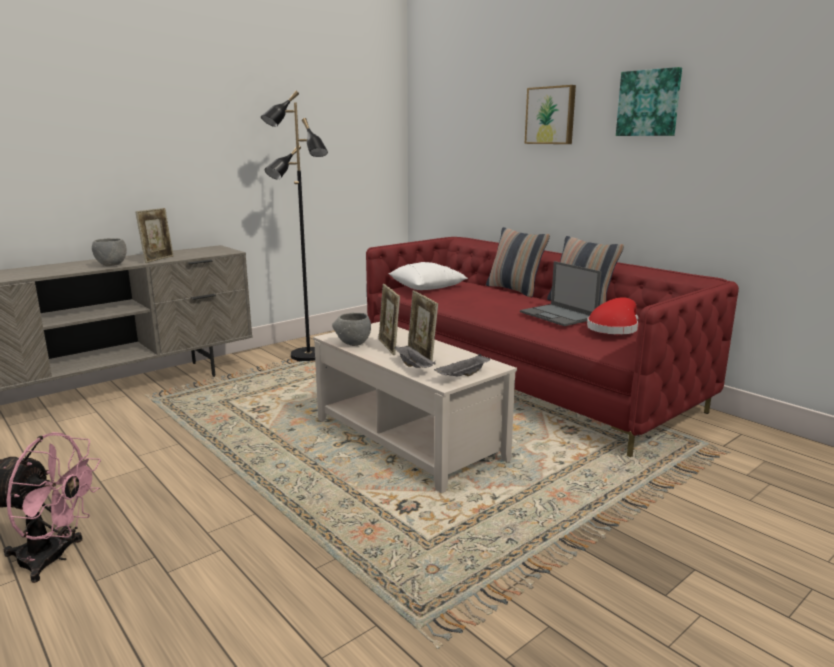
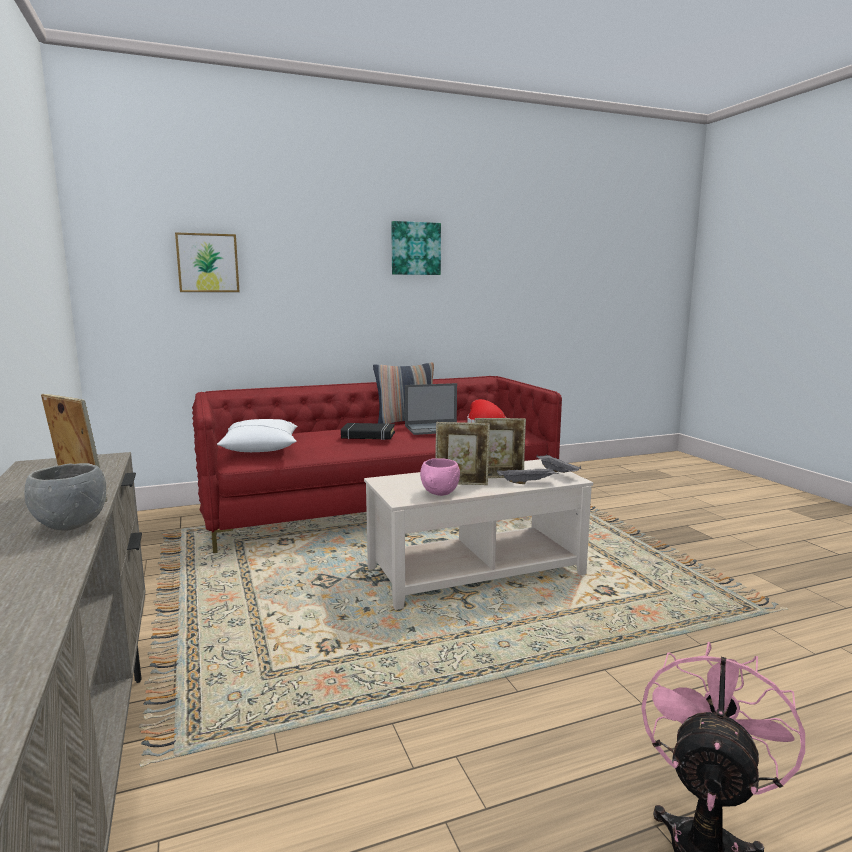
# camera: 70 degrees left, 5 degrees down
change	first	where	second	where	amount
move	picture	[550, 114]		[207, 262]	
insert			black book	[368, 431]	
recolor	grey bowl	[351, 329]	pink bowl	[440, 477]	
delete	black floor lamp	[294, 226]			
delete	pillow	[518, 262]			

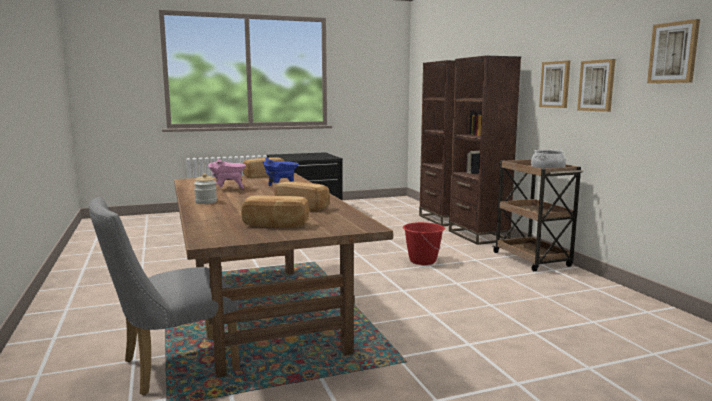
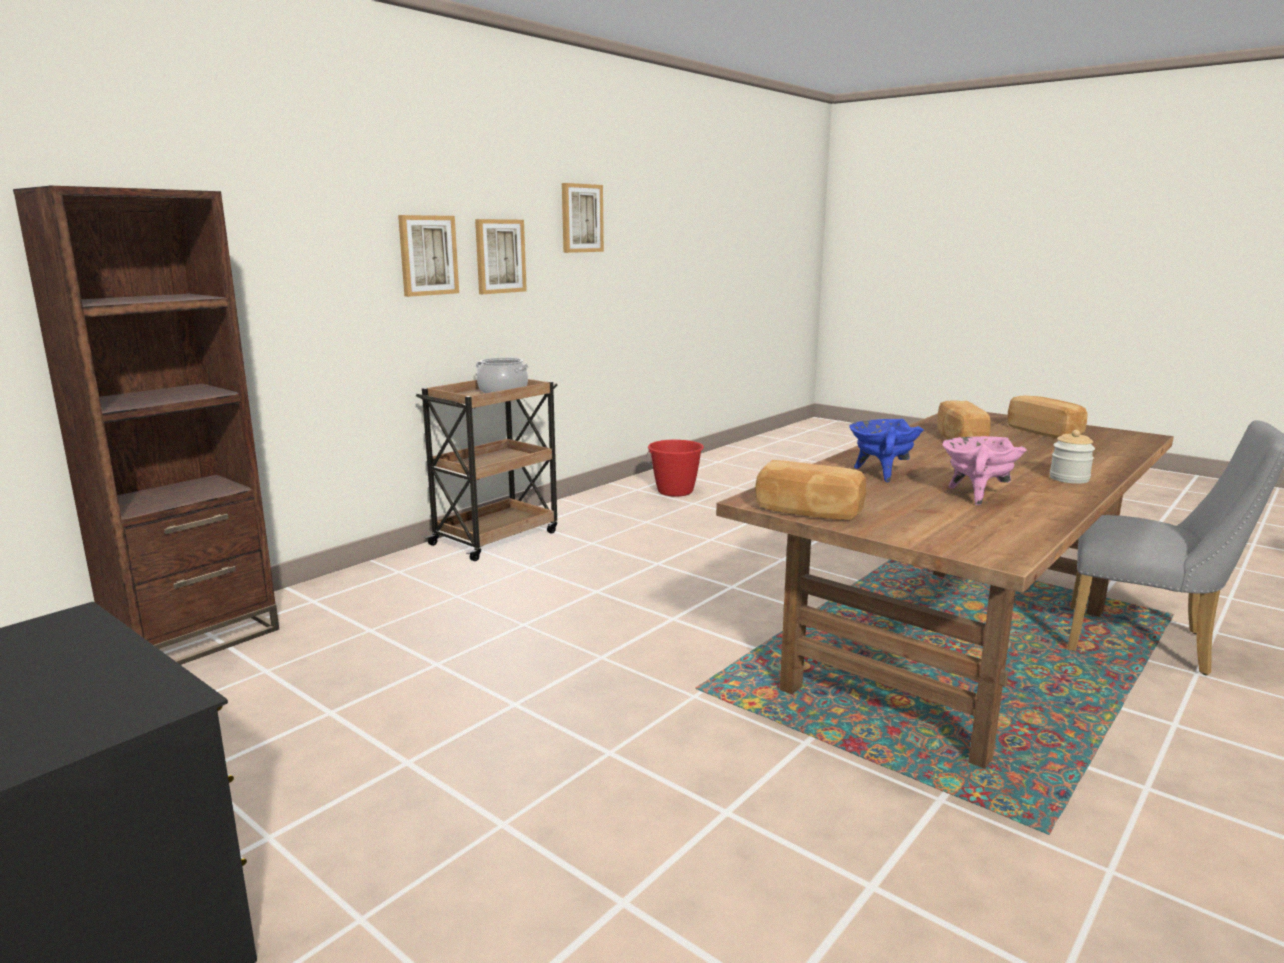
# camera: 120 degrees left, 5 degrees up
change	first	where	second	where	amount
move	red bucket	[424, 243]		[675, 468]	
delete	brown bookcase	[485, 150]			

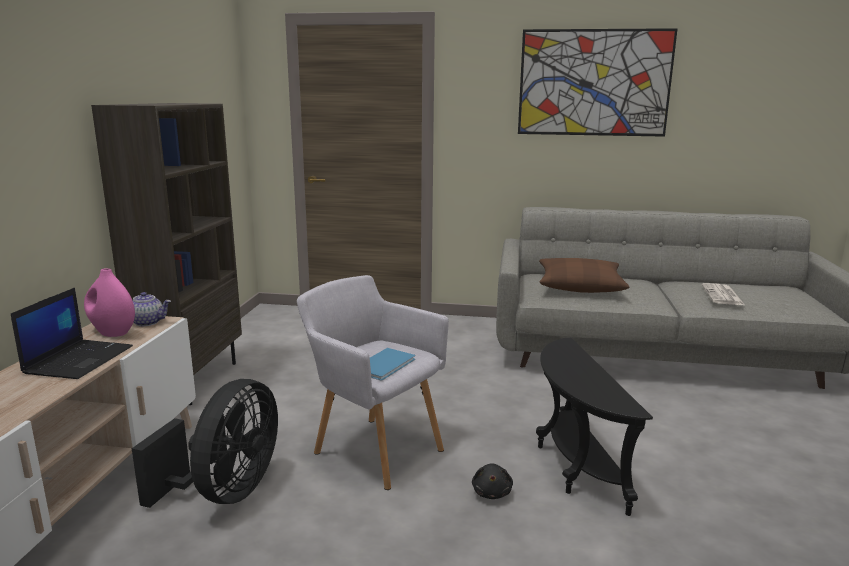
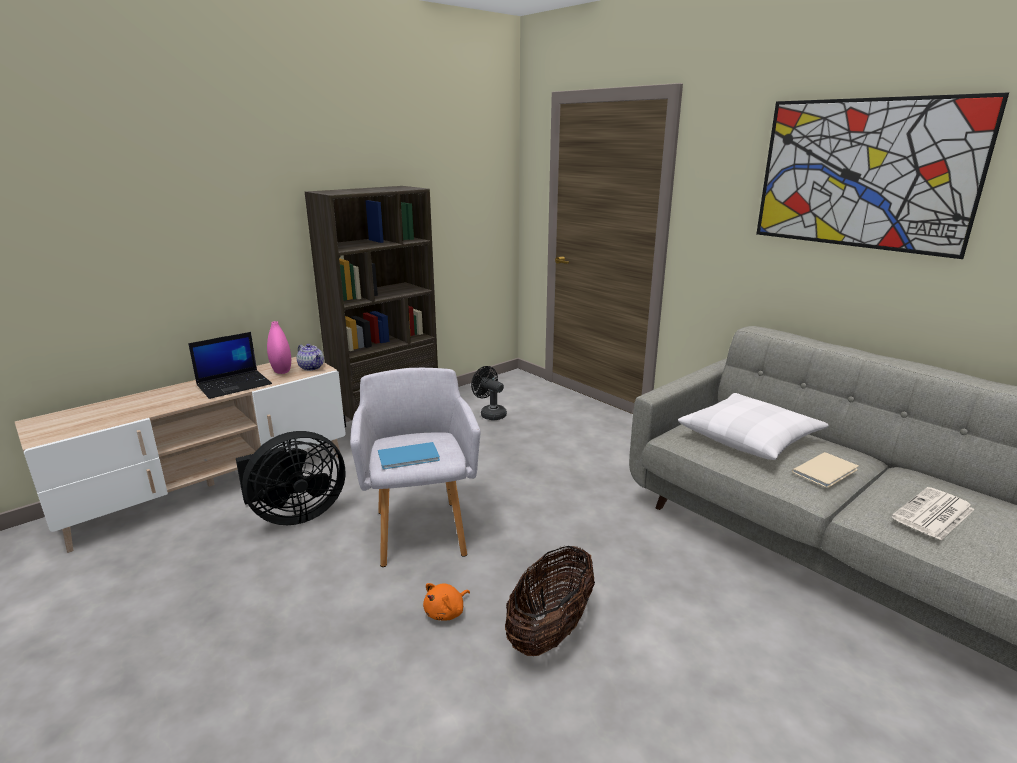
# camera: 40 degrees right, 5 degrees up
change	first	where	second	where	amount
recolor	black plush toy	[492, 481]	orange plush toy	[446, 601]	
insert			black fan	[489, 393]	
replace	black side table	[594, 427]	basket	[550, 601]	
recolor	brown pillow	[584, 275]	white pillow	[753, 426]	
insert			beige book	[825, 470]	

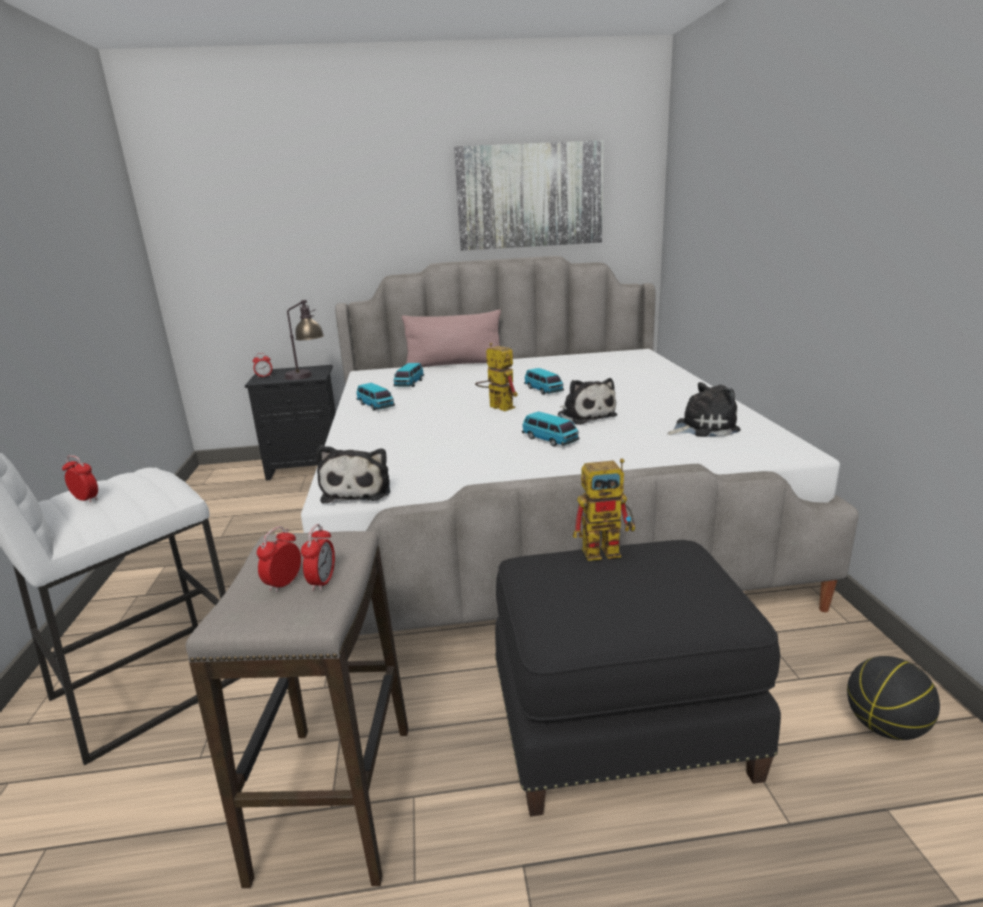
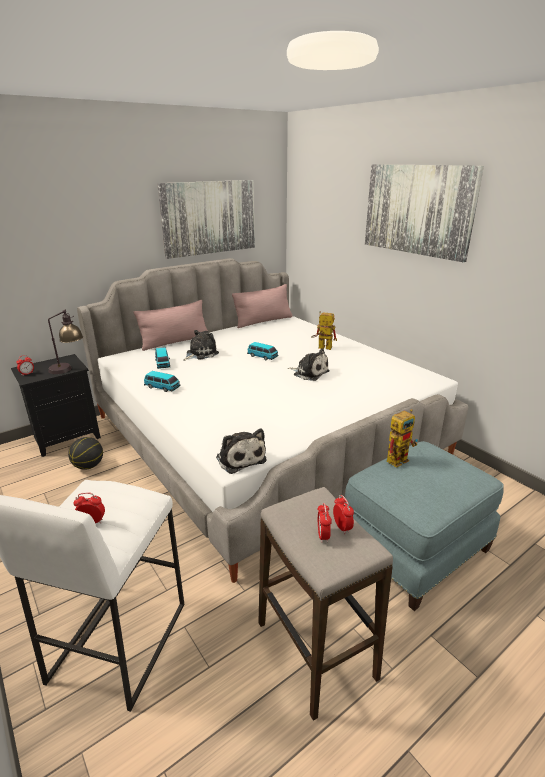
# camera: 30 degrees left, 5 degrees up
change	first	where	second	where	amount
move	basketball	[893, 698]		[85, 453]	
move	plush toy	[703, 409]		[201, 345]	
insert			pink pillow	[262, 306]	
move	toy robot	[496, 377]		[324, 330]	
recolor	black ottoman	[638, 678]	blue ottoman	[424, 526]	
insert			picture	[424, 213]	
delete	toy car	[551, 428]			

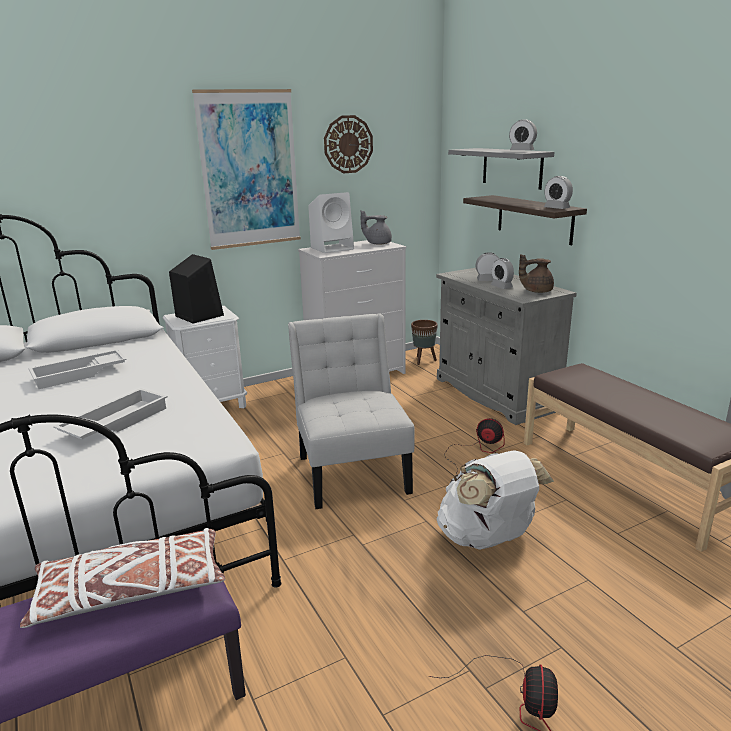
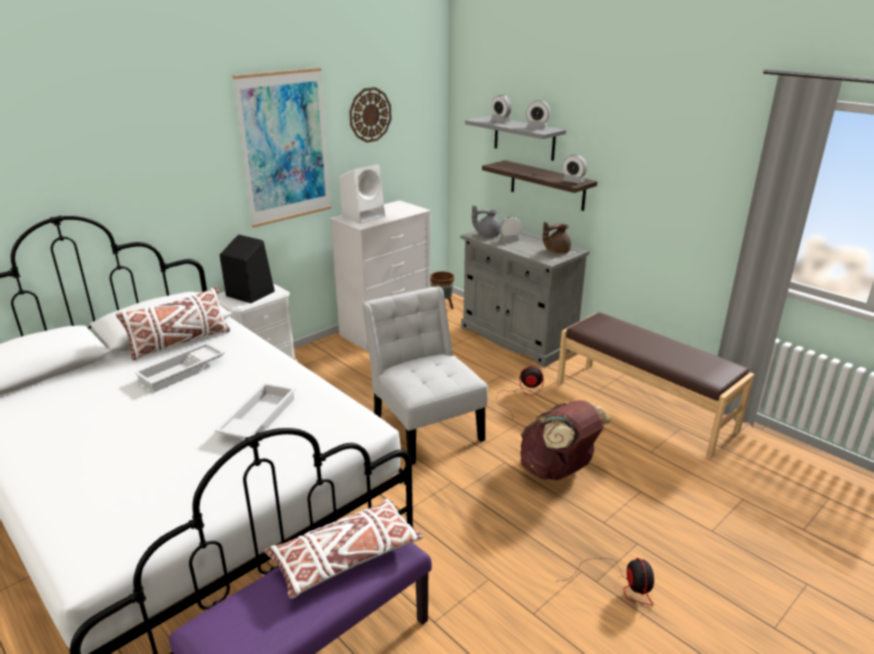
# camera: 15 degrees left, 5 degrees up
change	first	where	second	where	amount
insert			white pillow	[173, 323]	
move	grey teapot	[376, 227]		[486, 221]	
move	alarm clock	[502, 273]		[501, 108]	
recolor	white backpack	[495, 500]	brown backpack	[566, 440]	

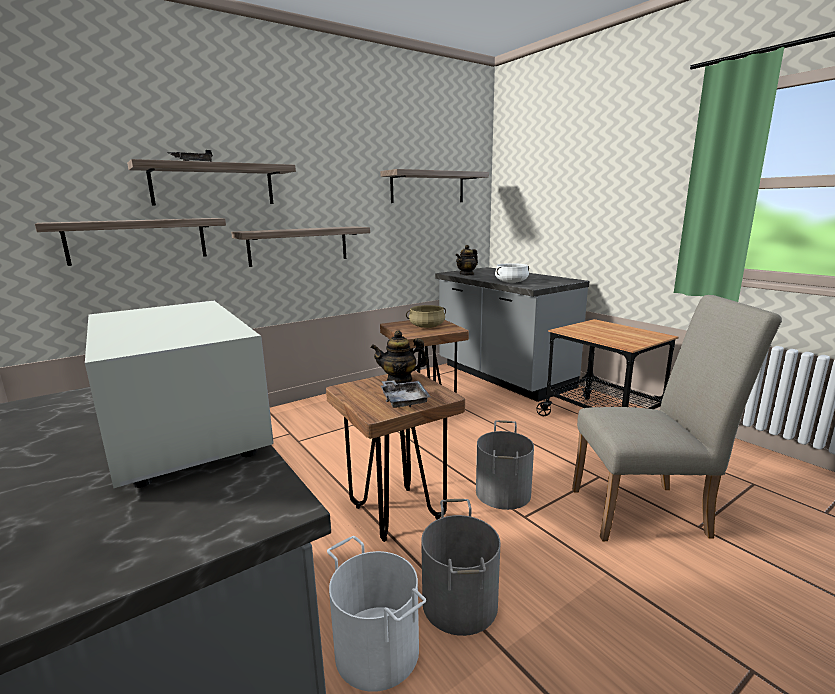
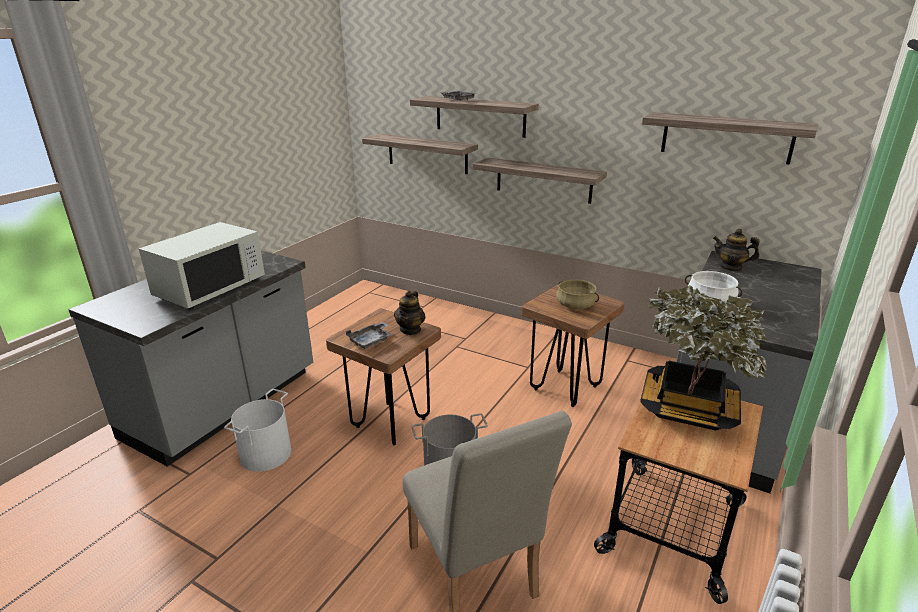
# camera: 65 degrees right, 10 degrees up
change	first	where	second	where	amount
rotate	teapot	[399, 357]		[409, 313]	135 degrees counterclockwise
insert			potted plant	[703, 358]	
delete	grey bucket	[461, 567]			

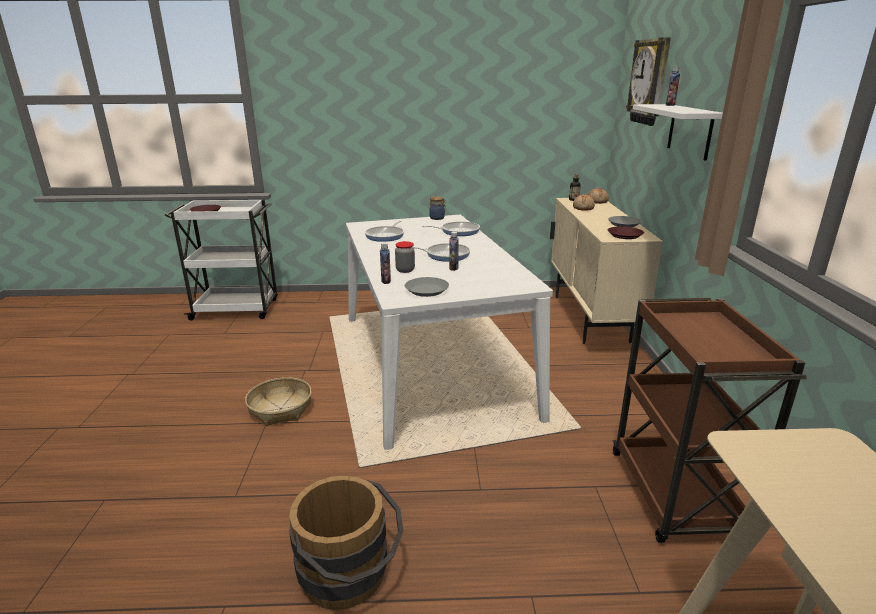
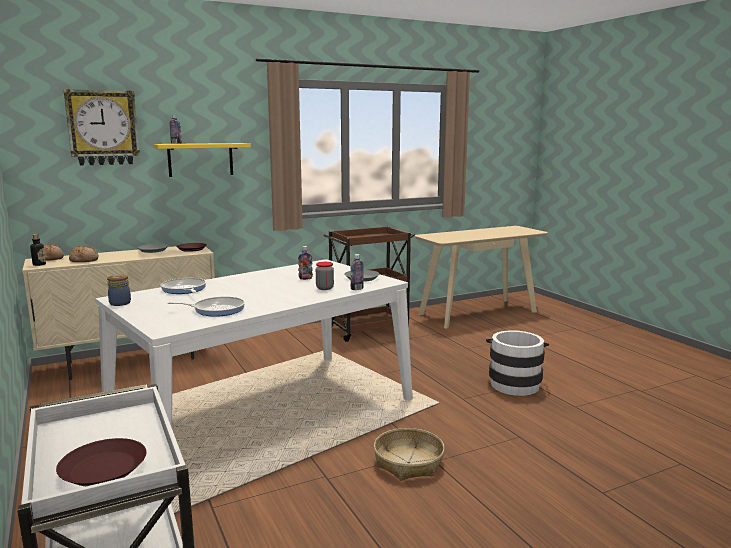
# camera: 115 degrees left, 10 degrees down
change	first	where	second	where	amount
recolor	white shelf	[678, 132]	yellow shelf	[202, 160]	
recolor	brown bucket	[346, 542]	white bucket	[517, 363]	
delete	frying pan	[441, 252]			

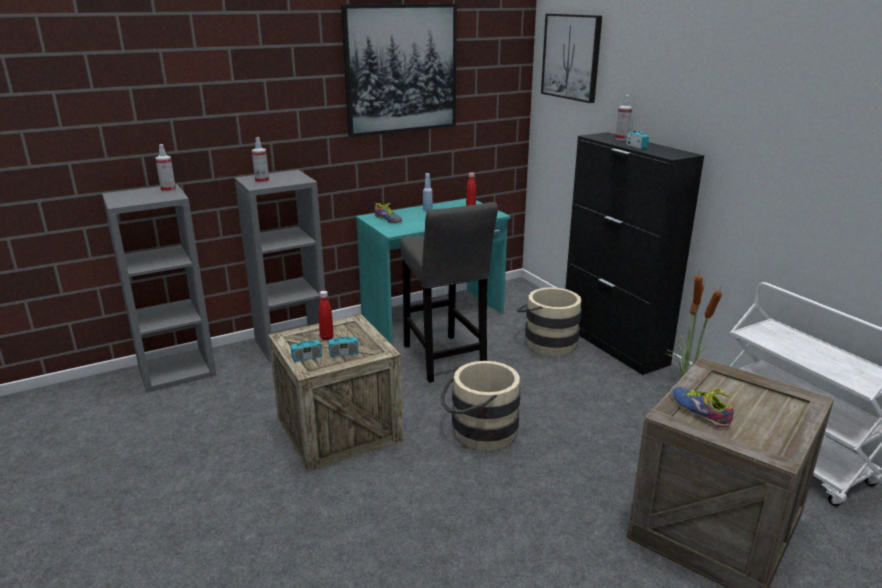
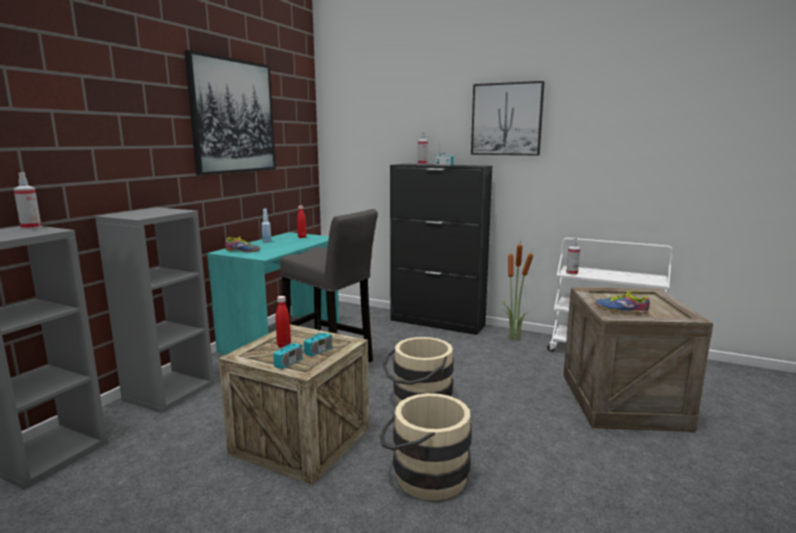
# camera: 35 degrees left, 10 degrees down
change	first	where	second	where	amount
move	beige bucket	[549, 321]		[425, 447]	
move	picture	[571, 58]		[508, 118]	
move	spray bottle	[260, 160]		[573, 256]	

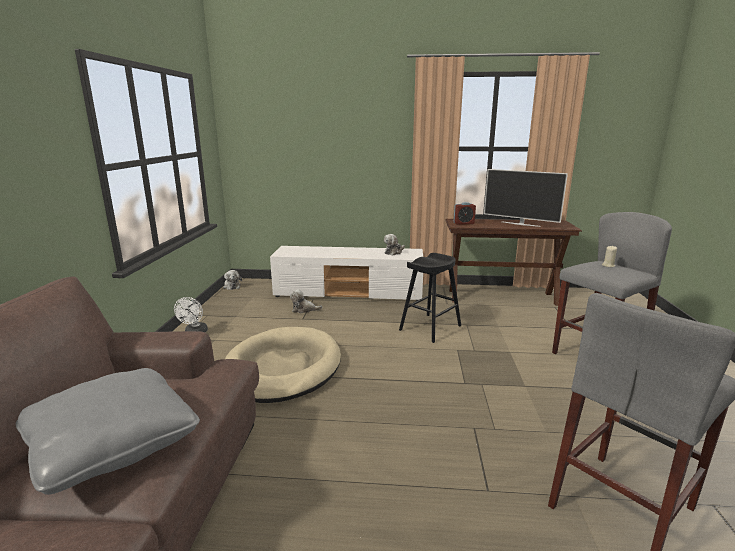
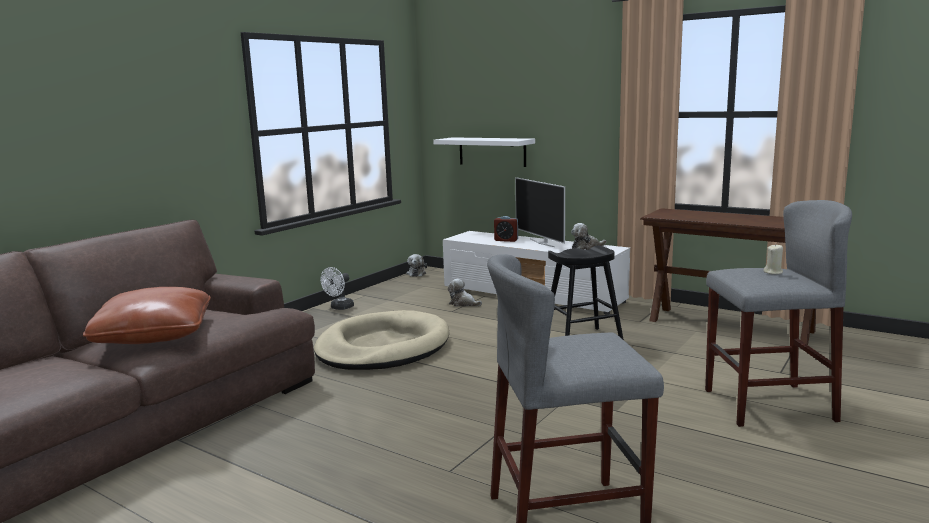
# camera: 30 degrees right, 5 degrees down
change	first	where	second	where	amount
recolor	grey pillow	[108, 431]	brown pillow	[147, 315]	
insert			white shelf	[484, 152]	
move	alarm clock	[465, 213]		[506, 229]	
move	television	[526, 198]		[540, 212]	

